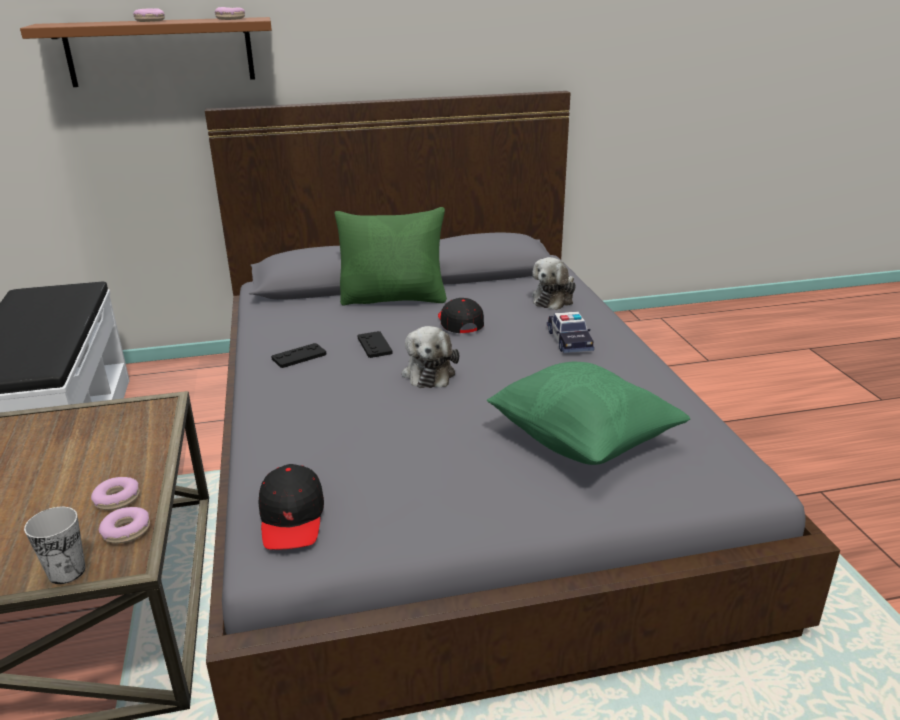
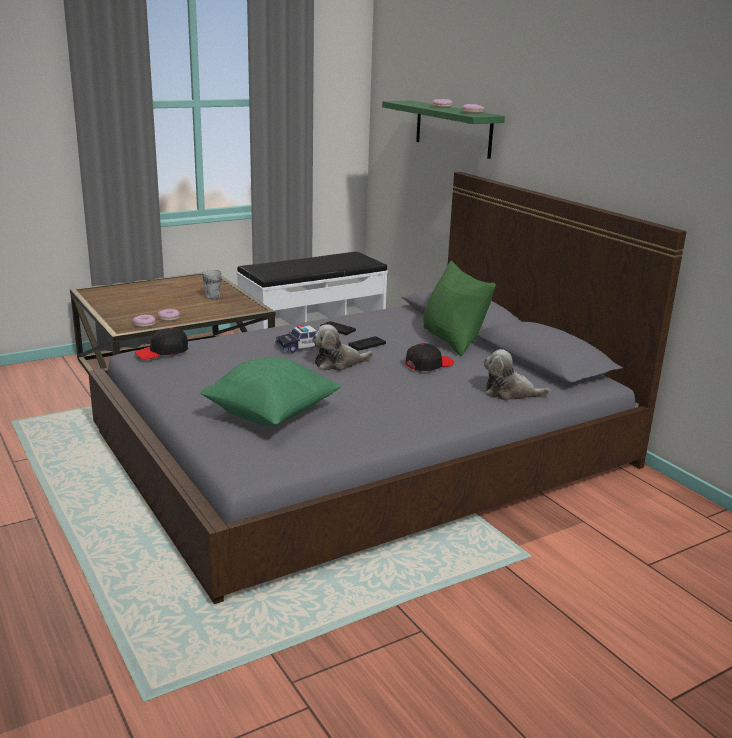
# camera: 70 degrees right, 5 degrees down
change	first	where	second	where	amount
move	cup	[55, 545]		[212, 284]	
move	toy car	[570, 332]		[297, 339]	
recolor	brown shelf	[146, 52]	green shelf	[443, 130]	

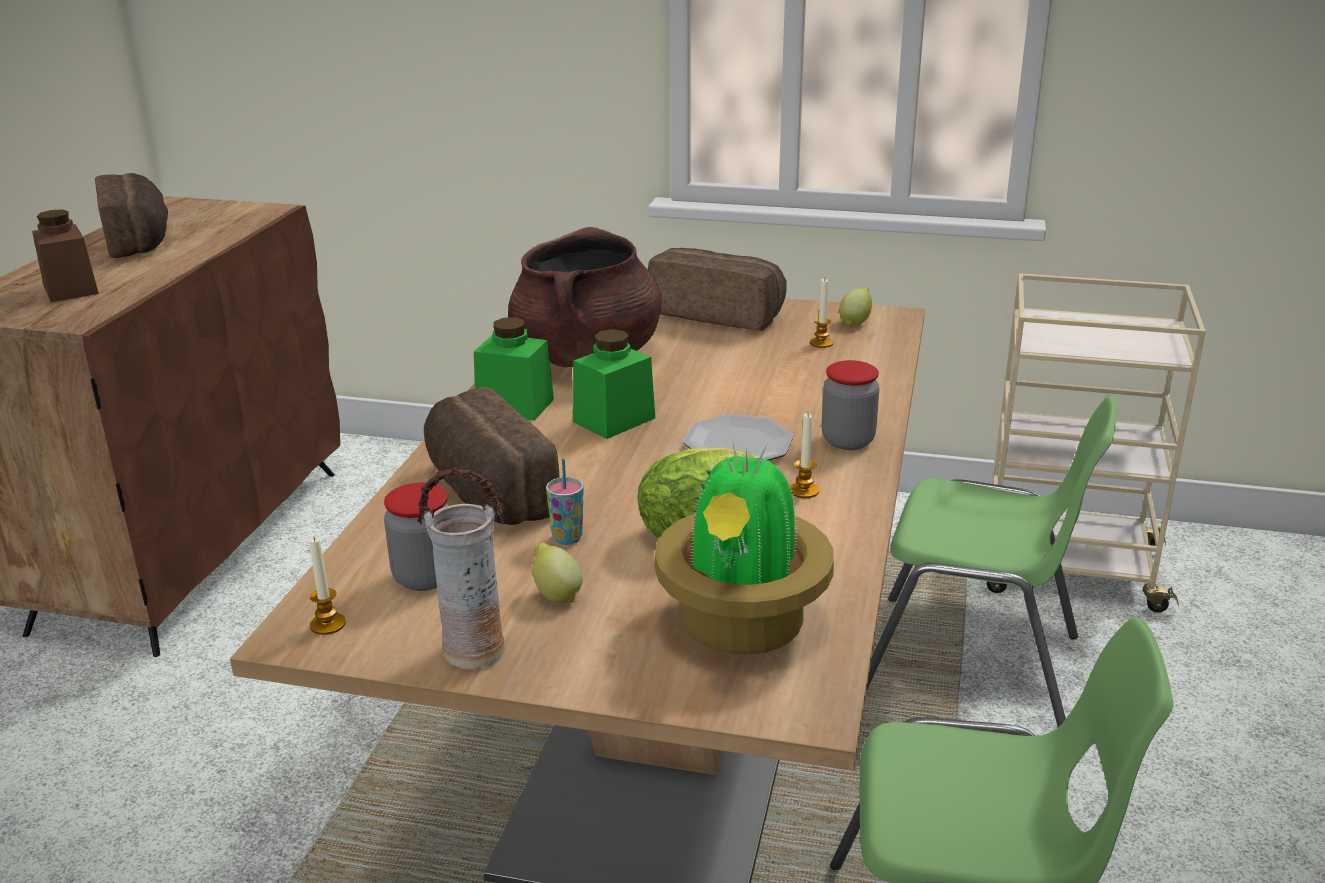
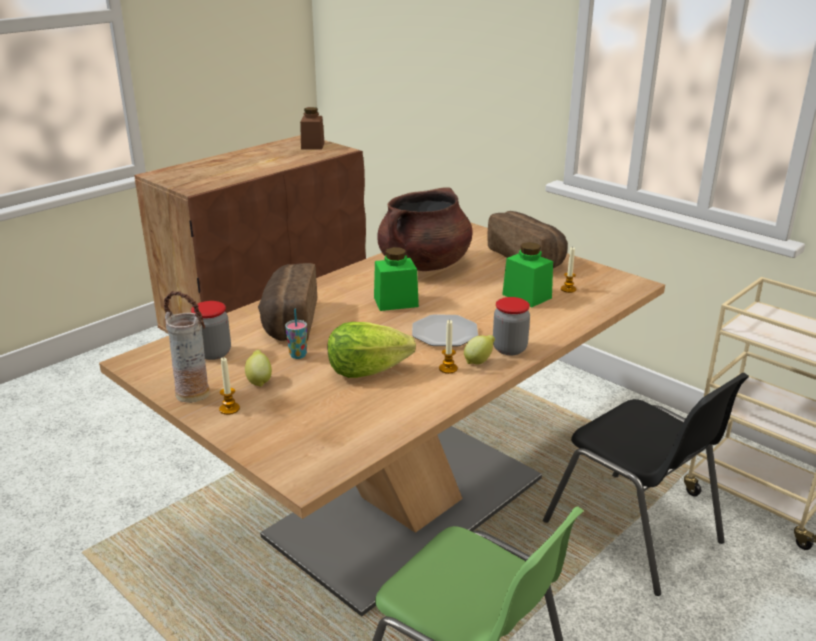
# camera: 30 degrees right, 0 degrees up
change	first	where	second	where	amount
move	candle	[327, 586]		[229, 386]	
move	brown jar	[65, 256]		[312, 128]	
move	lemon	[855, 306]		[479, 350]	
move	green jar	[514, 369]		[527, 274]	
recolor	green chair	[992, 561]	black chair	[646, 484]	
delete	bread	[131, 215]			
delete	potted plant	[744, 547]			

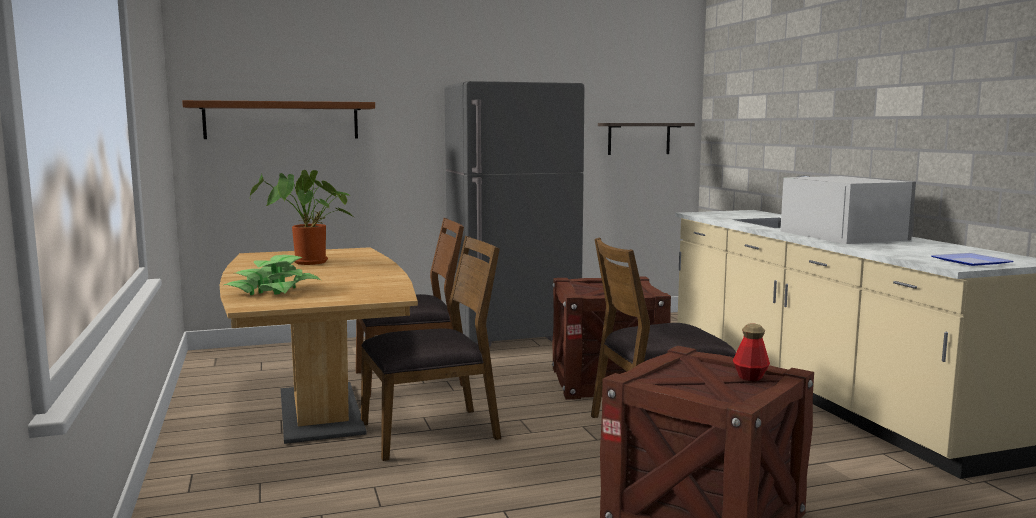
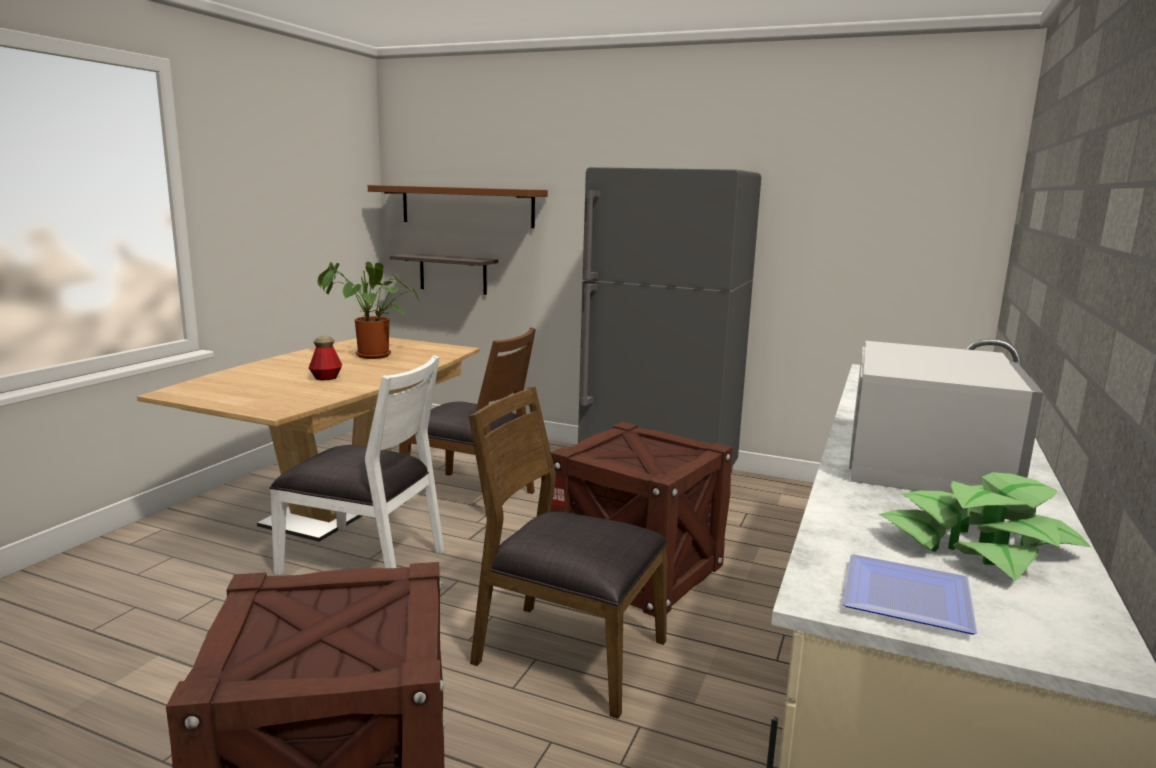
# camera: 40 degrees right, 5 degrees up
change	first	where	second	where	amount
recolor	brown chair	[431, 348]	white chair	[356, 465]	
move	bottle	[751, 352]		[325, 358]	
move	shelf	[646, 139]		[444, 274]	
move	potted plant	[272, 275]		[984, 526]	

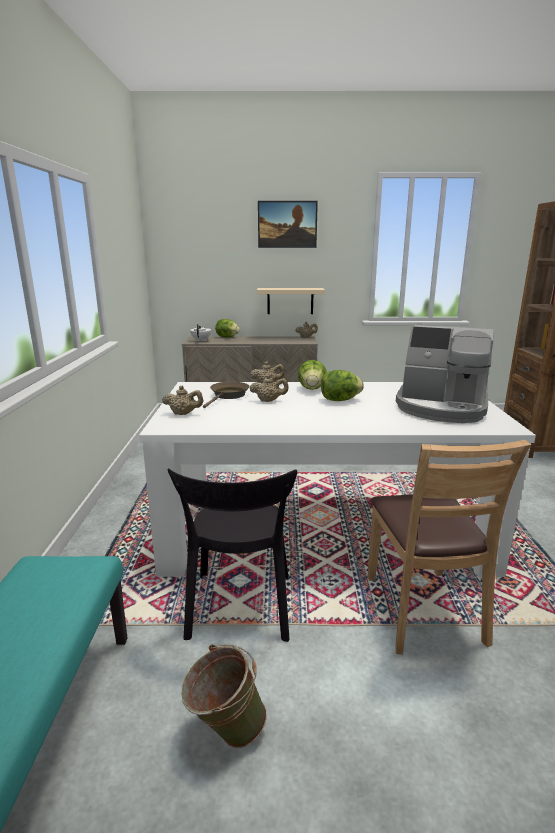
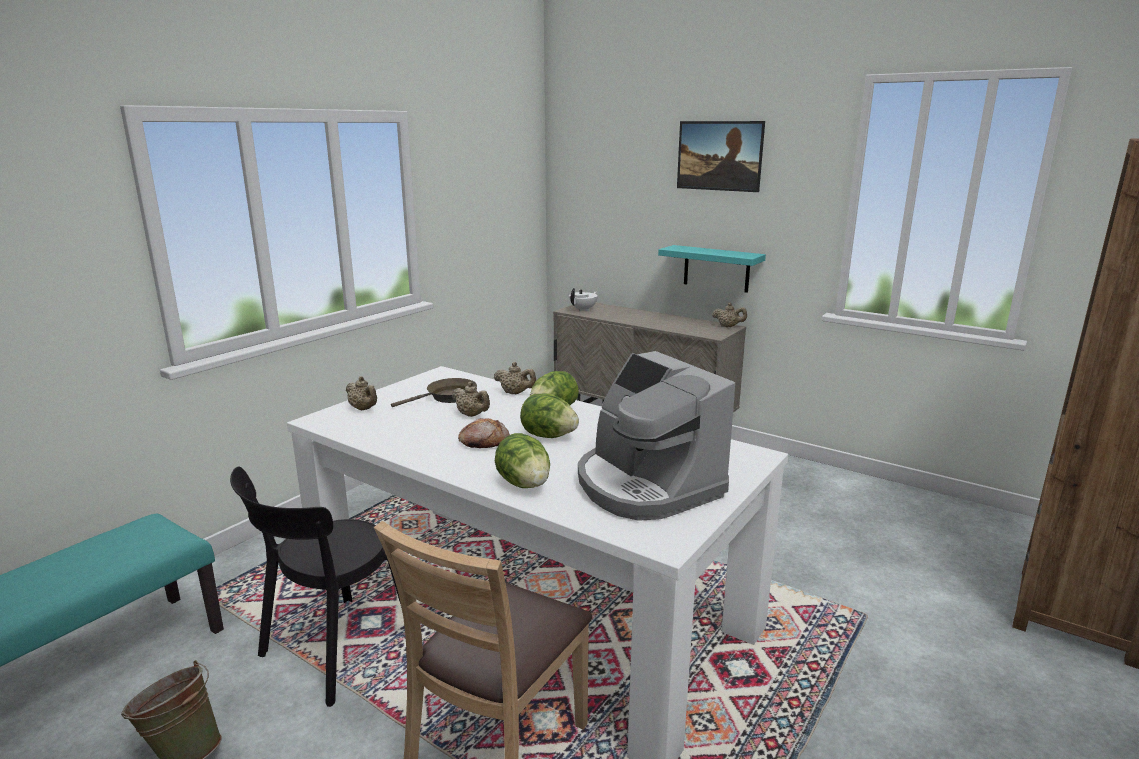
# camera: 35 degrees right, 0 degrees up
change	first	where	second	where	amount
insert			bread	[484, 433]	
move	lettuce	[227, 328]		[522, 460]	
recolor	beige shelf	[291, 301]	turquoise shelf	[712, 269]	

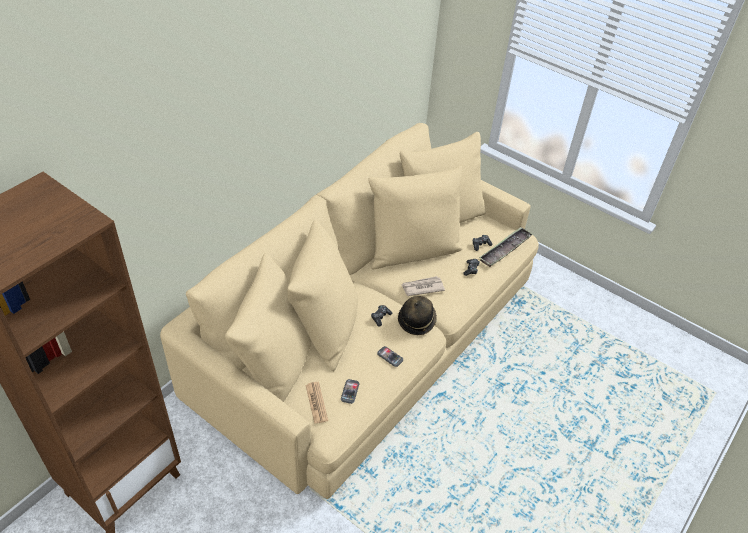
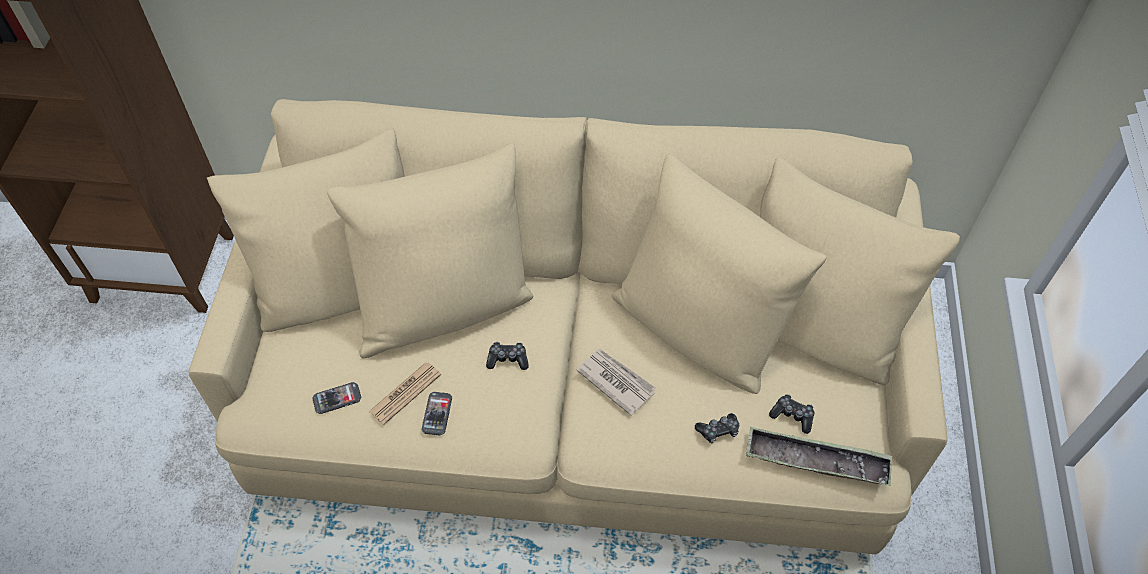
# camera: 60 degrees right, 10 degrees up
change	first	where	second	where	amount
move	newspaper	[317, 403]		[405, 393]	
delete	hat	[417, 315]			

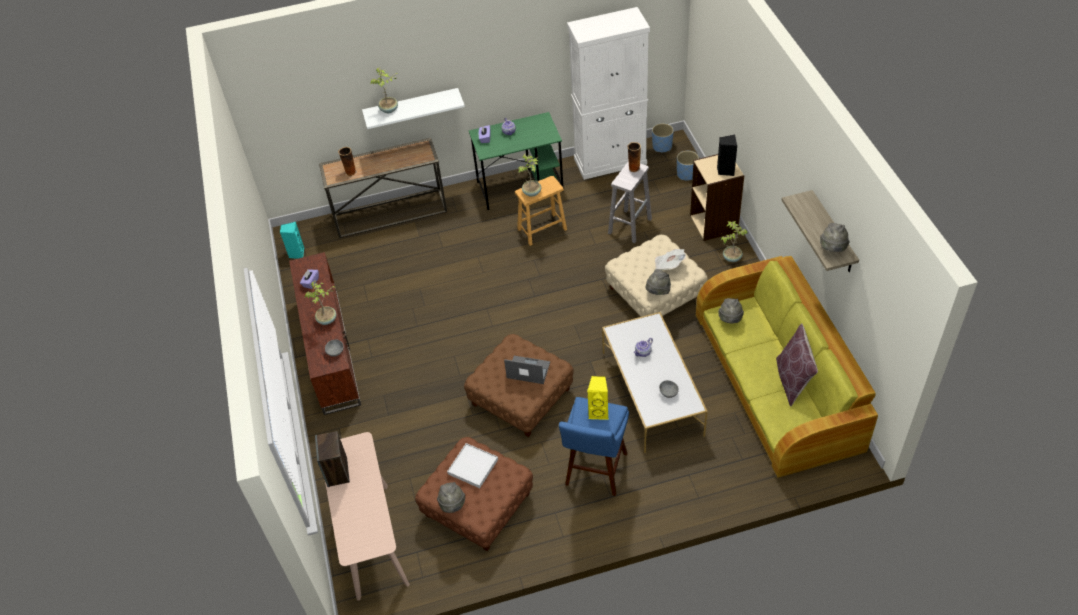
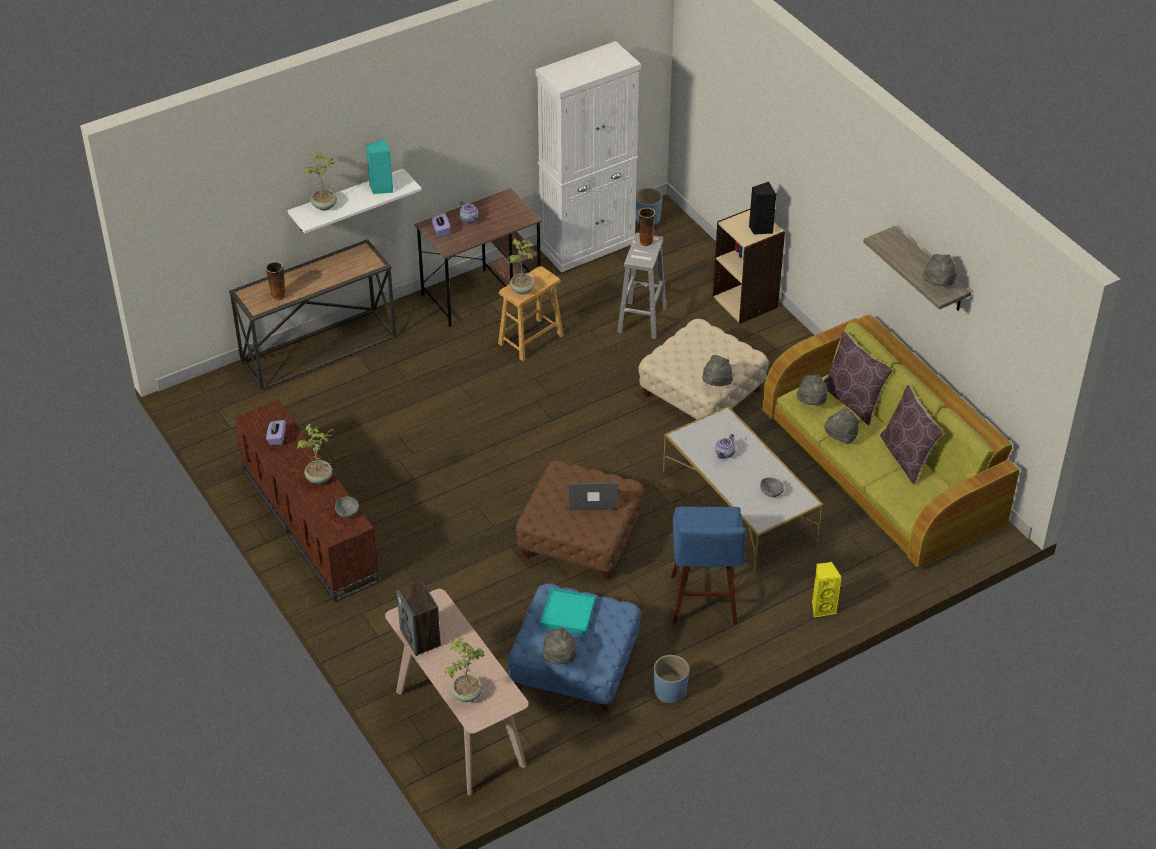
# camera: 20 degrees left, 5 degrees down
change	first	where	second	where	amount
move	turquoise speaker	[292, 240]		[379, 166]	
recolor	green desk	[516, 161]	brown desk	[478, 257]	
move	potted plant	[734, 241]		[465, 670]	
recolor	brown ottoman	[474, 494]	blue ottoman	[574, 647]	
recolor	white tray	[472, 465]	turquoise tray	[568, 611]	
move	blue planter	[688, 166]		[671, 679]	
move	yellow speaker	[598, 398]		[827, 589]	
insert			brown pillow	[858, 378]	
insert			grey hat	[842, 426]	
delete	newspaper	[670, 259]			

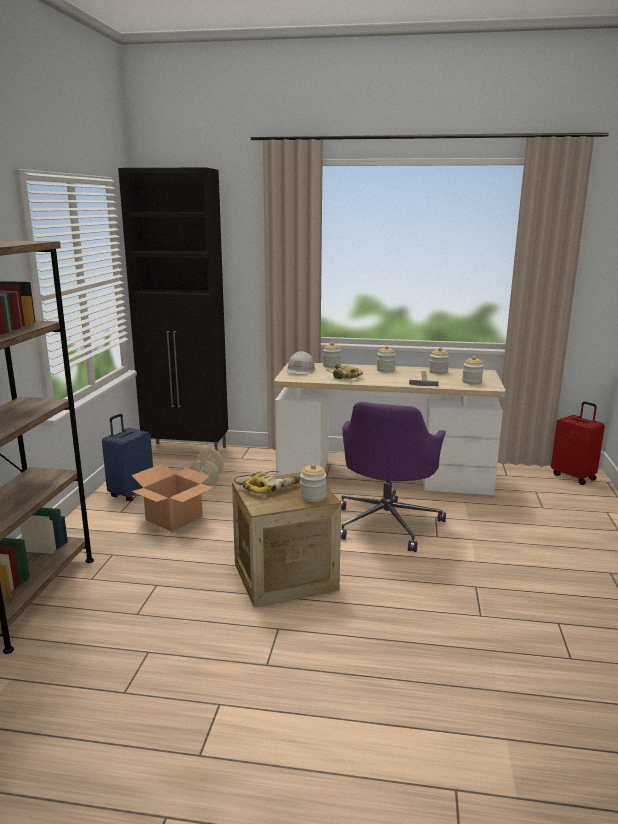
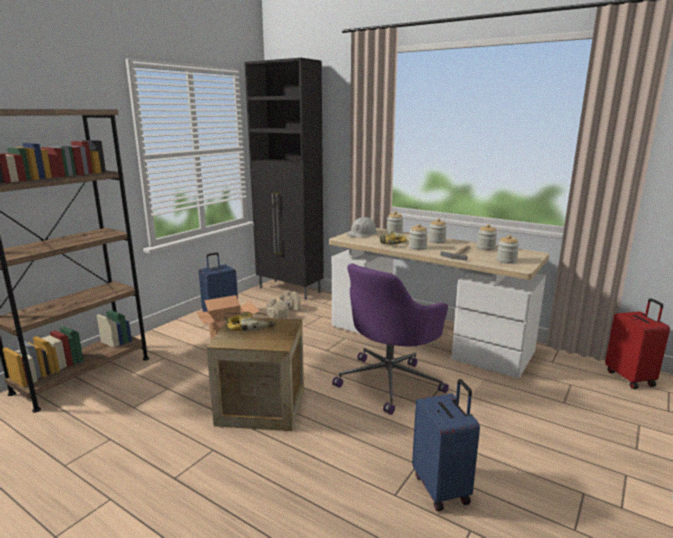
# camera: 25 degrees right, 0 degrees up
change	first	where	second	where	amount
move	jar	[313, 483]		[418, 237]	
insert			blue suitcase	[446, 445]	

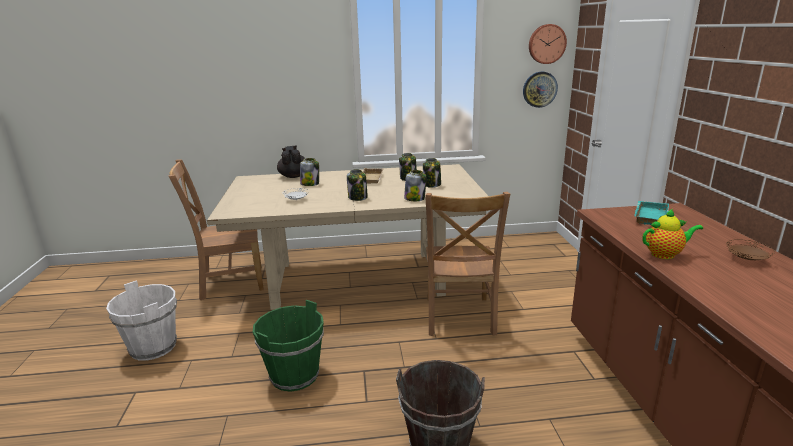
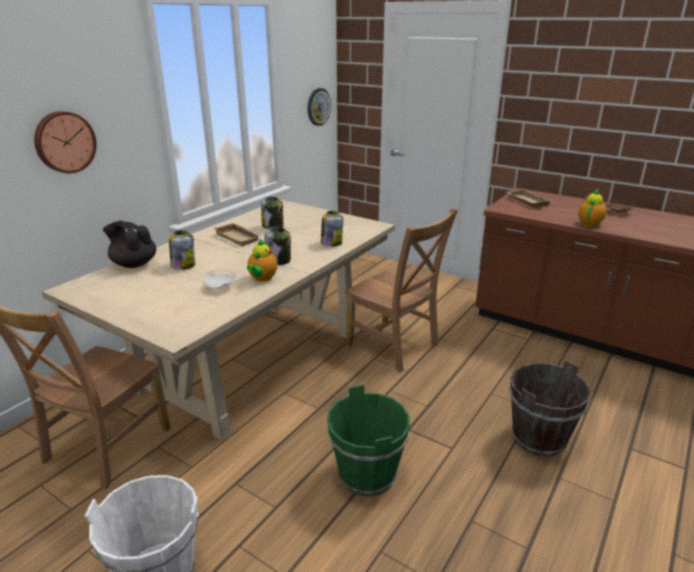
# camera: 50 degrees left, 5 degrees up
change	first	where	second	where	amount
move	wall clock	[548, 44]		[65, 142]	
insert			teapot	[262, 260]	
recolor	turquoise tray	[651, 213]	beige tray	[528, 198]	
delete	jar	[432, 173]			

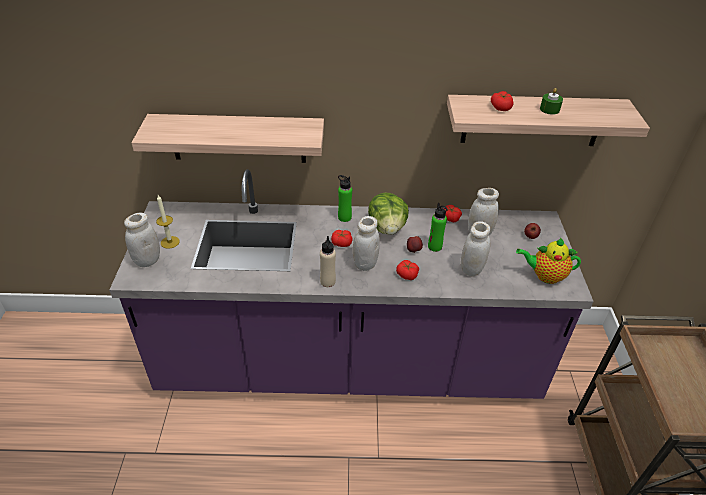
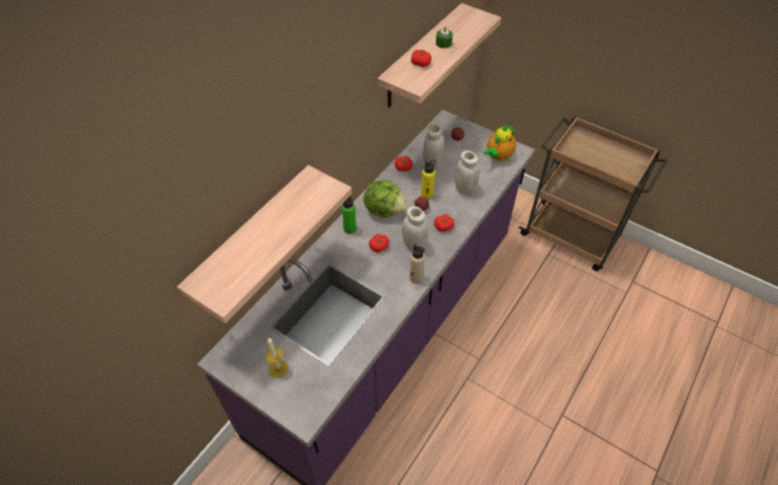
# camera: 55 degrees left, 10 degrees up
change	first	where	second	where	amount
recolor	green bottle	[438, 227]	yellow bottle	[429, 179]	
delete	white jar	[142, 240]			

